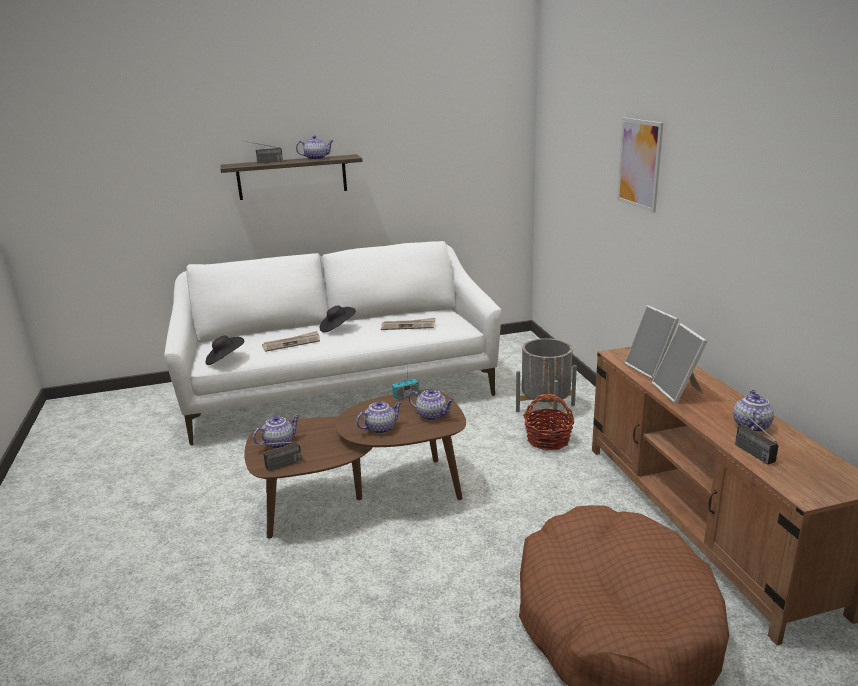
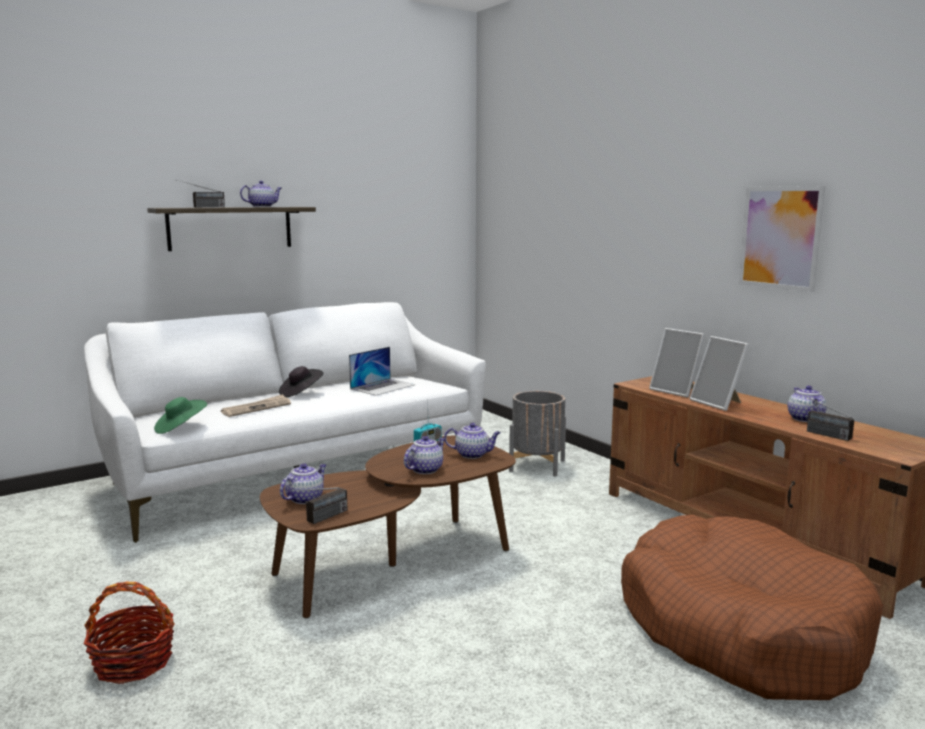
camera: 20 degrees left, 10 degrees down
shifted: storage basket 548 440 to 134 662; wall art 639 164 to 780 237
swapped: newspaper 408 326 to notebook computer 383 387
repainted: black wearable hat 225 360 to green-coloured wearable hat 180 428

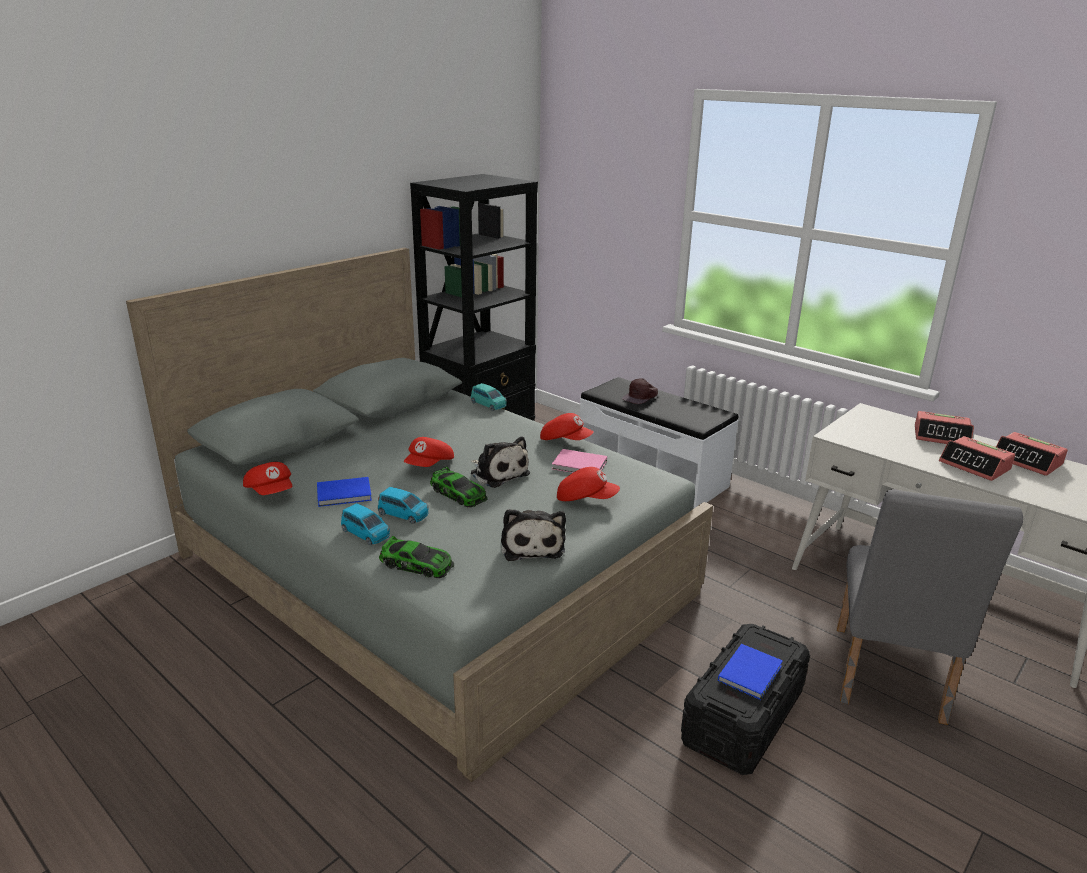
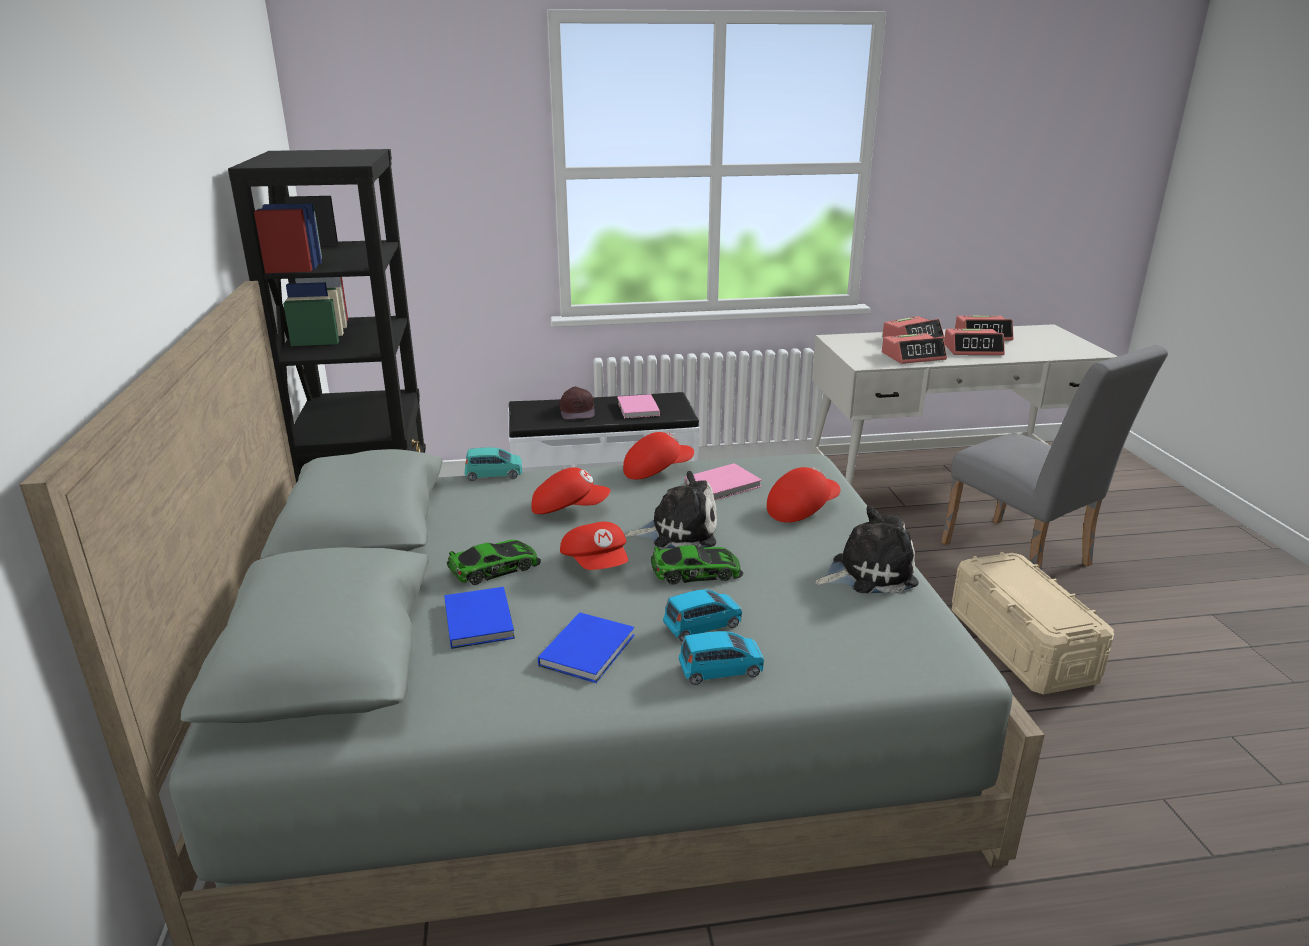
camera: 50 degrees left, 0 degrees up
new: pinkish book 637 409; bedside clock 913 356
shifted: red-coloured baseball cap 271 492 to 569 509; model car 417 564 to 495 568; bluish book 751 673 to 480 619
repainted: black storage container 743 717 to beige storage container 1021 645
rotated: cuddly toy 532 545 = 868 573 45 degrees counterclockwise

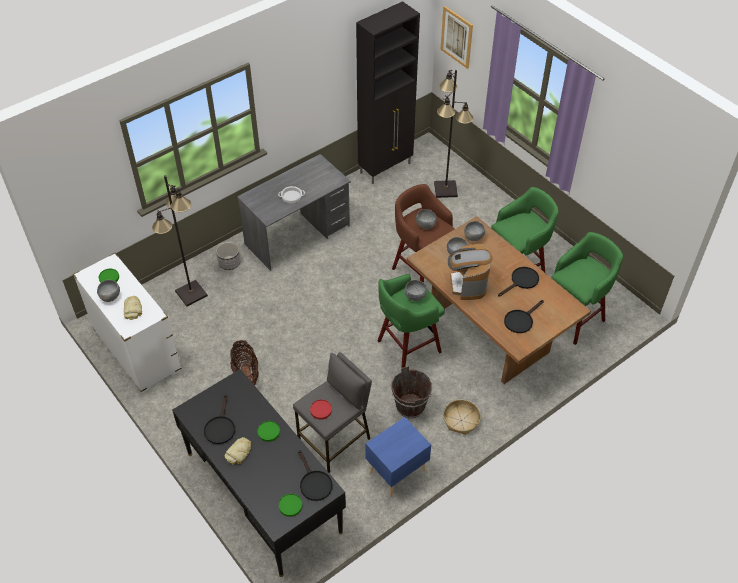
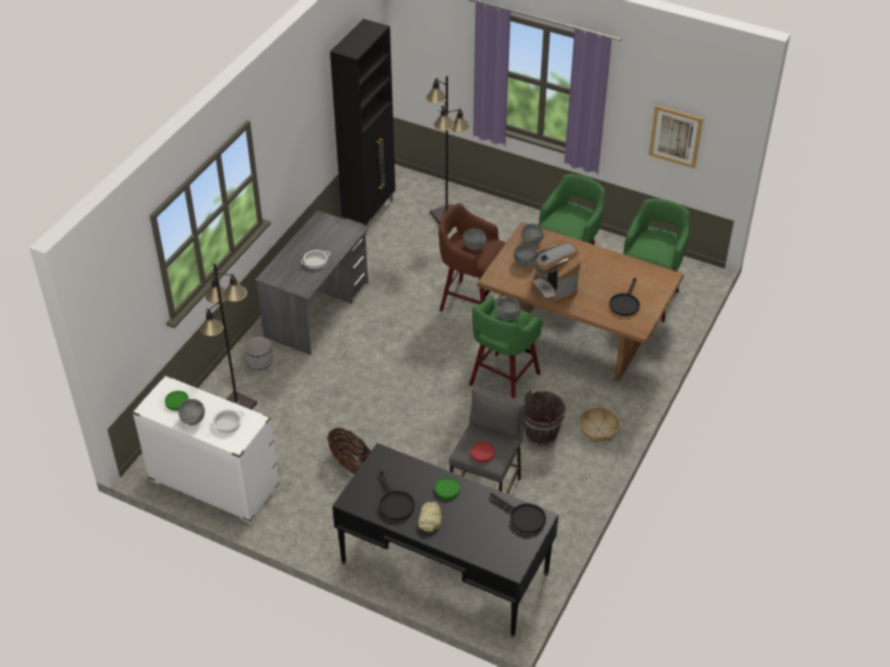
camera: 25 degrees left, 5 degrees down
gone: green-coloured plate 290 505; bluish nightstand 396 472; black frying pan 521 281
shifted: wall art 456 37 to 675 136
swapped: baked bread 133 309 to cooking pot 227 423

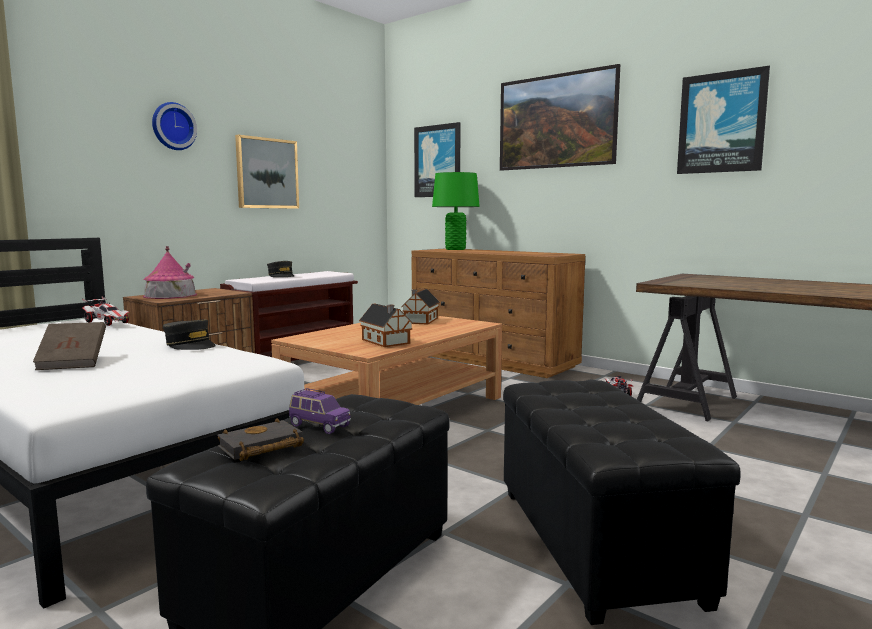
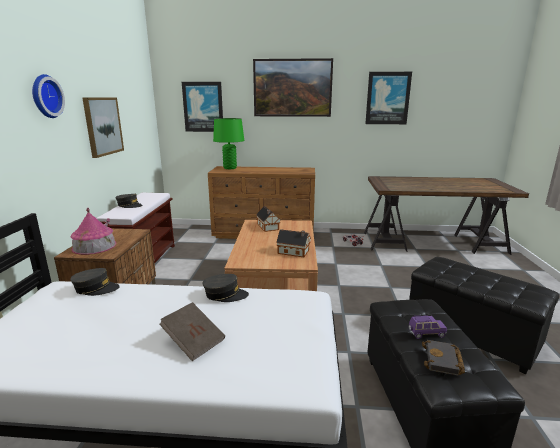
camera: 35 degrees left, 10 degrees up
swapped: model car 107 322 to greyish baseball cap 96 288

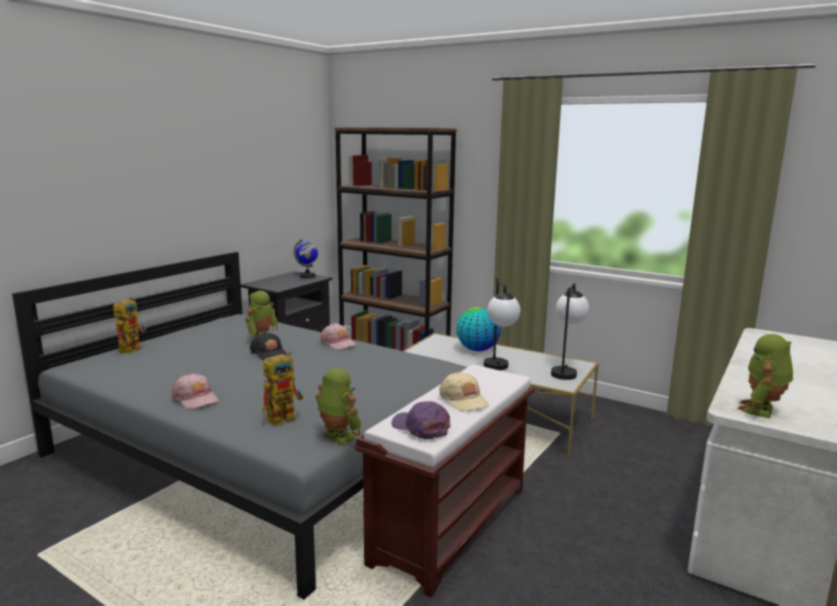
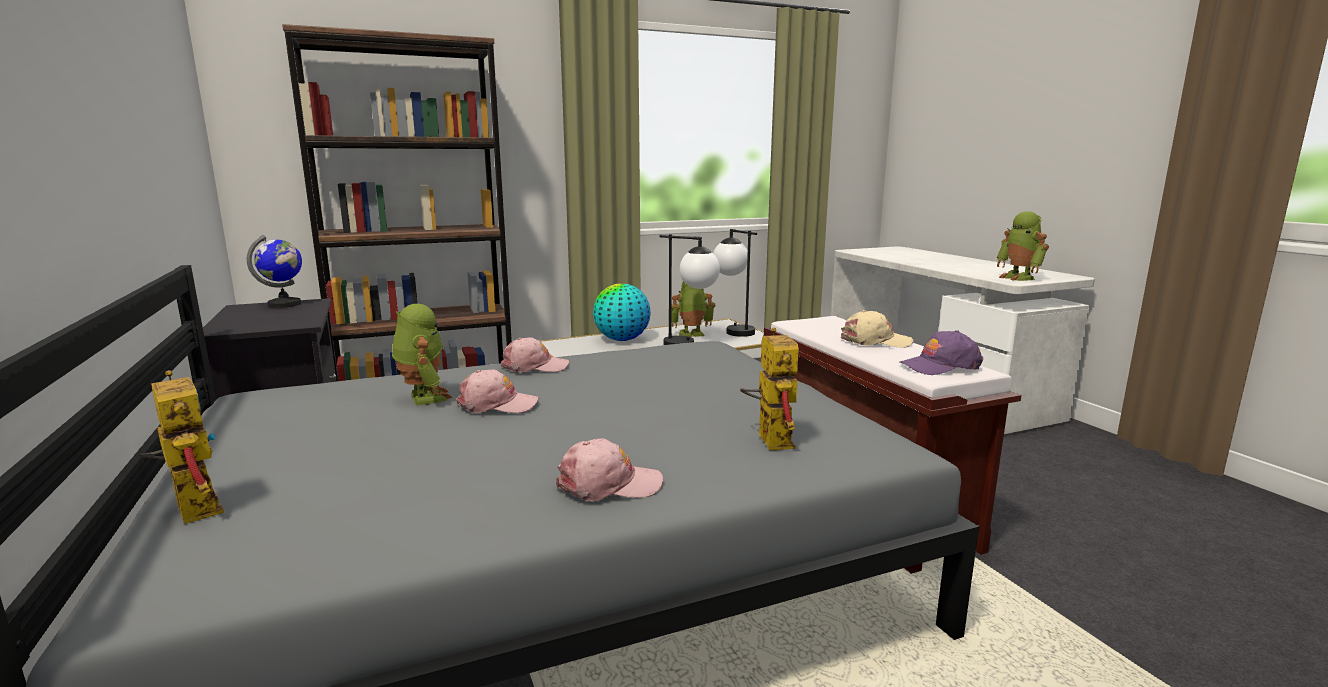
camera: 55 degrees left, 0 degrees up
shifted: robot figure 337 437 to 691 335
repainted: black baseball cap 269 353 to pinkish baseball cap 497 404

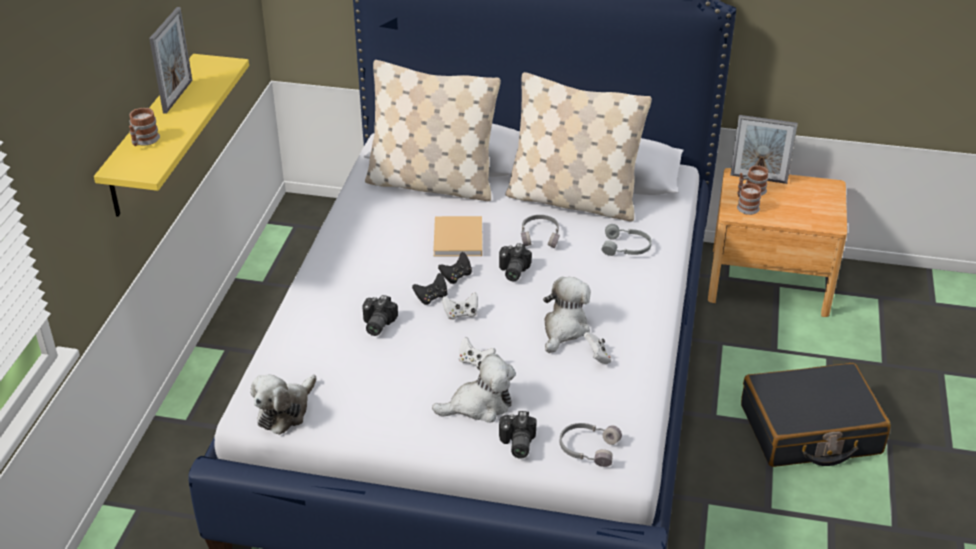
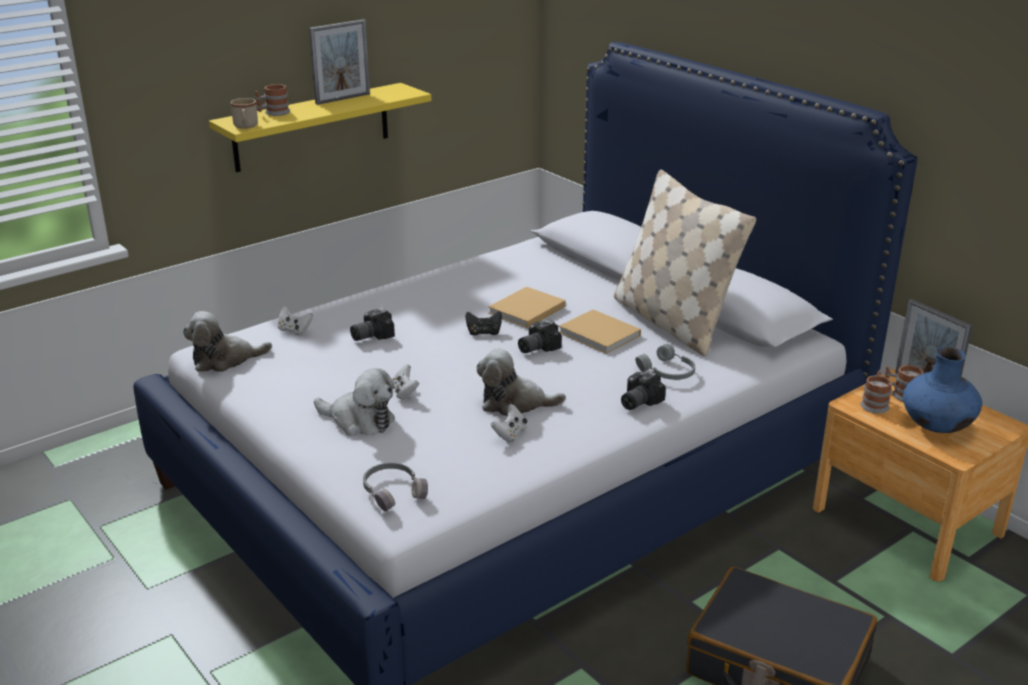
camera: 40 degrees right, 10 degrees down
gone: beige throw pillow 431 183; black game controller 431 297
new: beige mug 245 126; bluish flower vase 936 426
shifted: white-coloured game controller 461 314 to 294 330; still camera 516 444 to 637 402
swapped: greyish headset 540 236 to beige book 601 335
rotated: cuddly toy 564 329 = 514 403 150 degrees counterclockwise

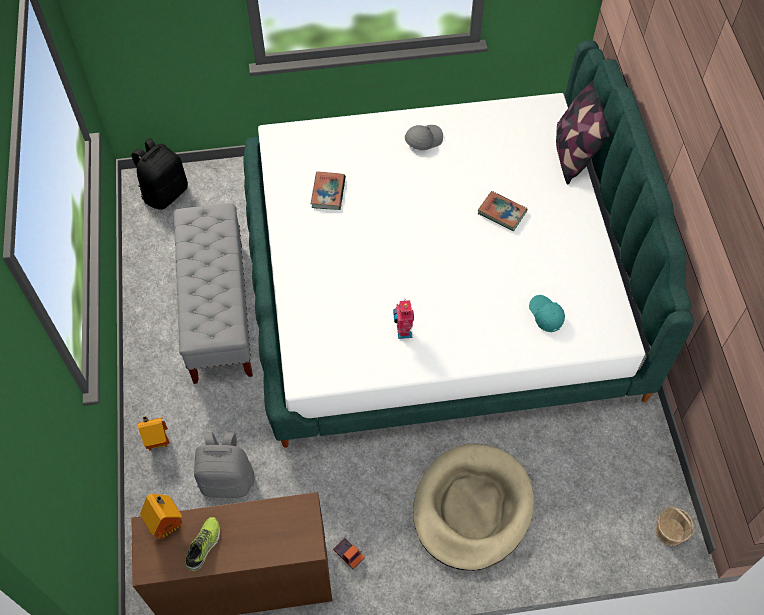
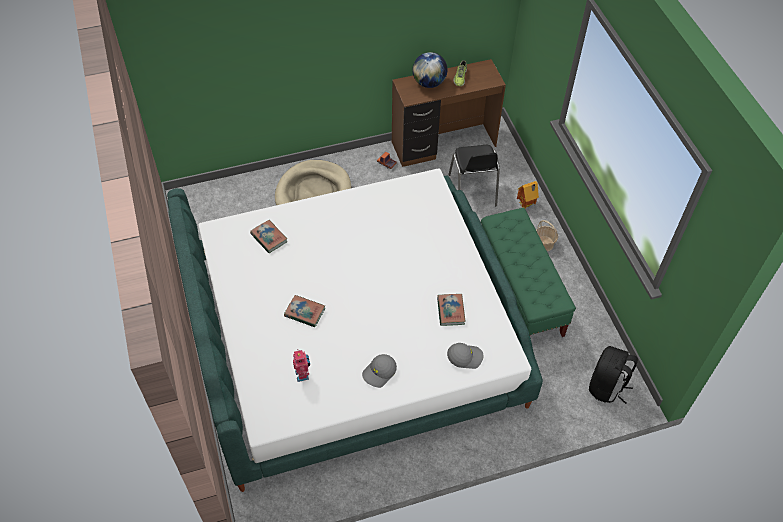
camera: 170 degrees right, 5 degrees down
gone: toy house 168 525; throw pillow 573 153
new: globe 429 83; greyish baseball cap 465 357
shifted: robot figure 403 331 to 303 374; storage basket 669 531 to 544 244
swapped: greyish rucksack 228 479 to black chair 472 191; turquoise baseball cap 545 316 to book 269 238
repainted: greyish bench 218 312 to green-coloured bench 519 292

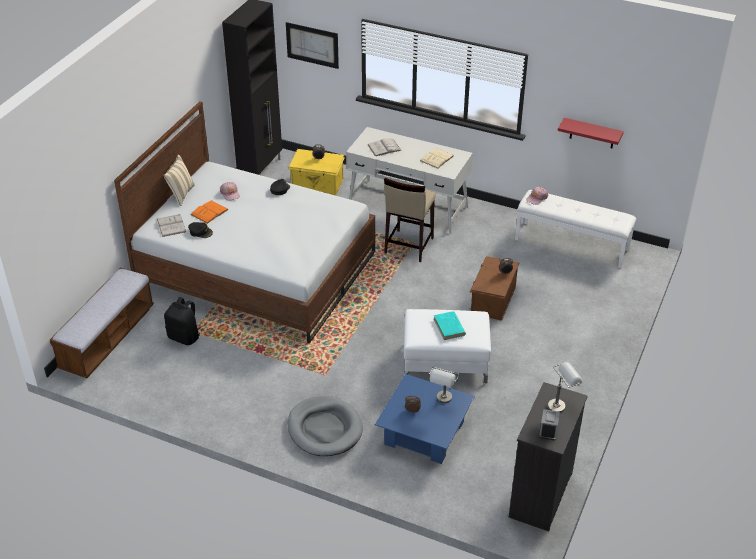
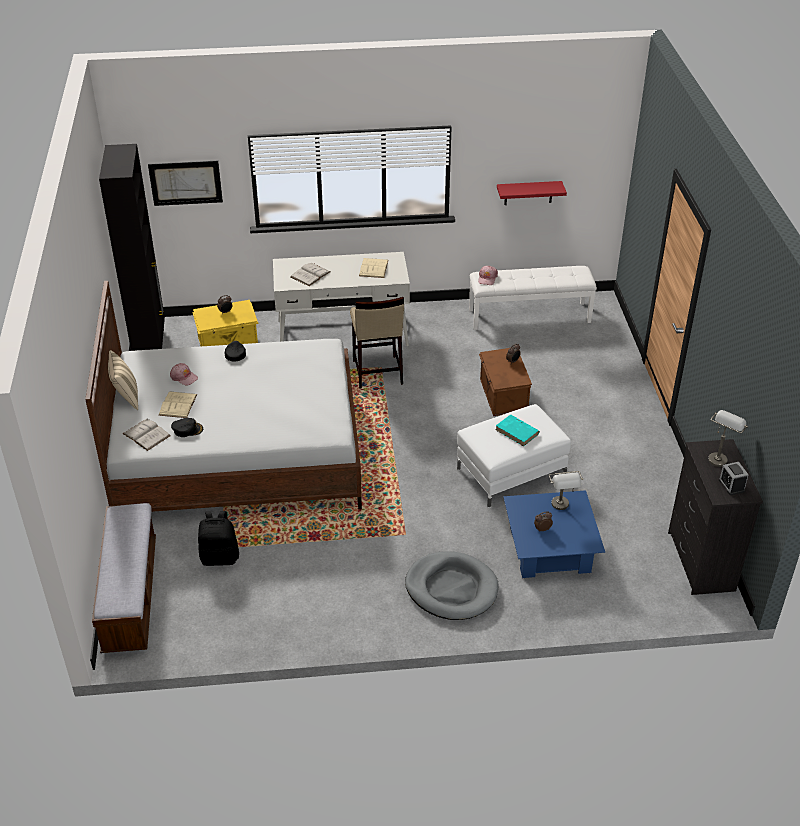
camera: 30 degrees left, 0 degrees up
repainted: orangey book 209 212 to beige book 178 405

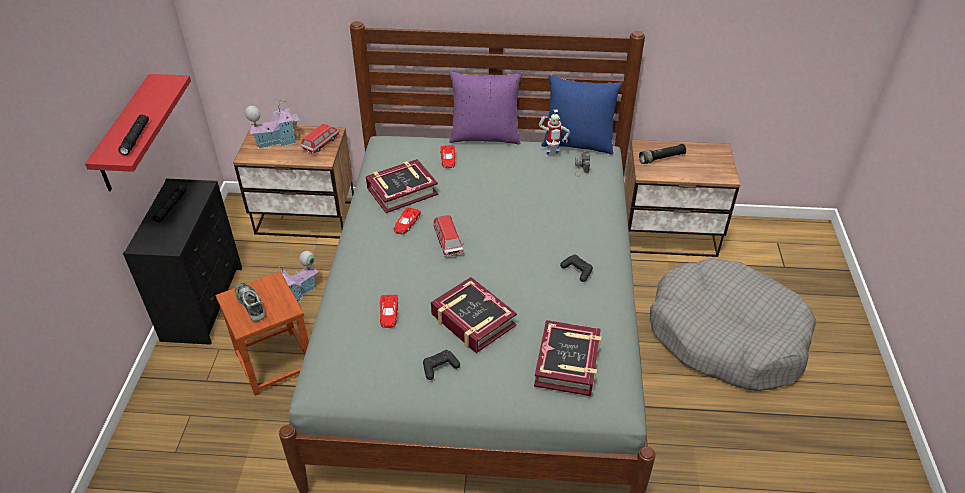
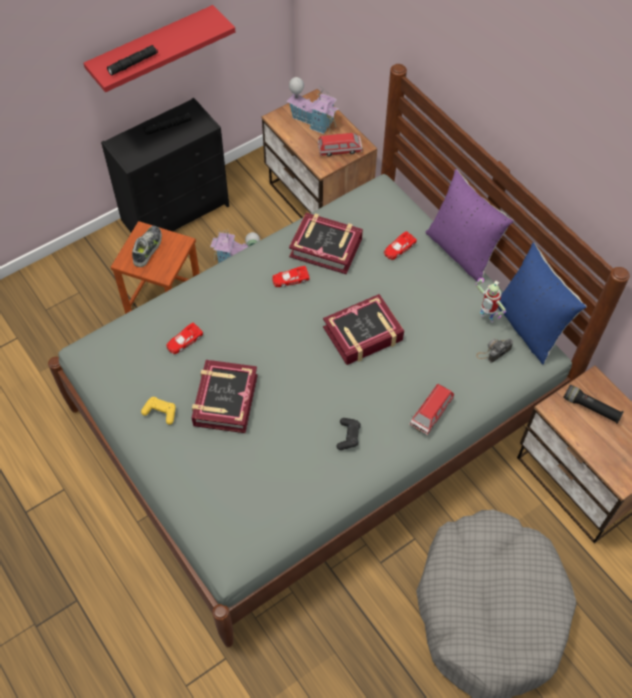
camera: 50 degrees right, 15 degrees up
shifted: model car 448 242 to 431 413; book 568 363 to 363 334
repainted: black game controller 440 367 to yellowish game controller 160 412

